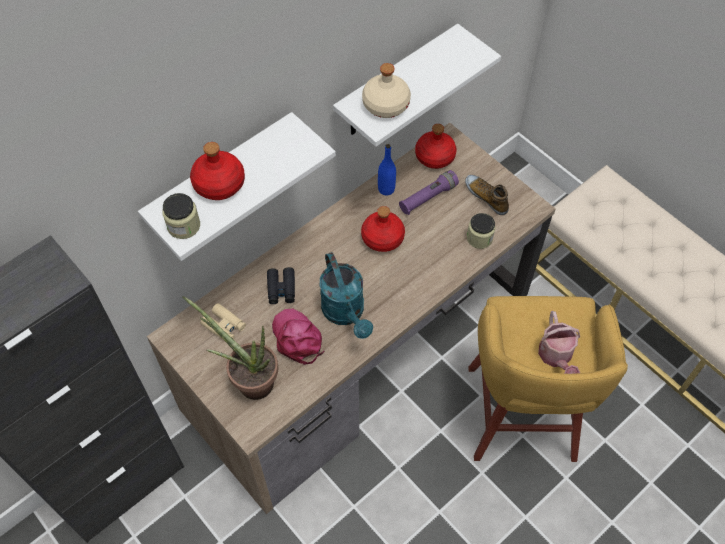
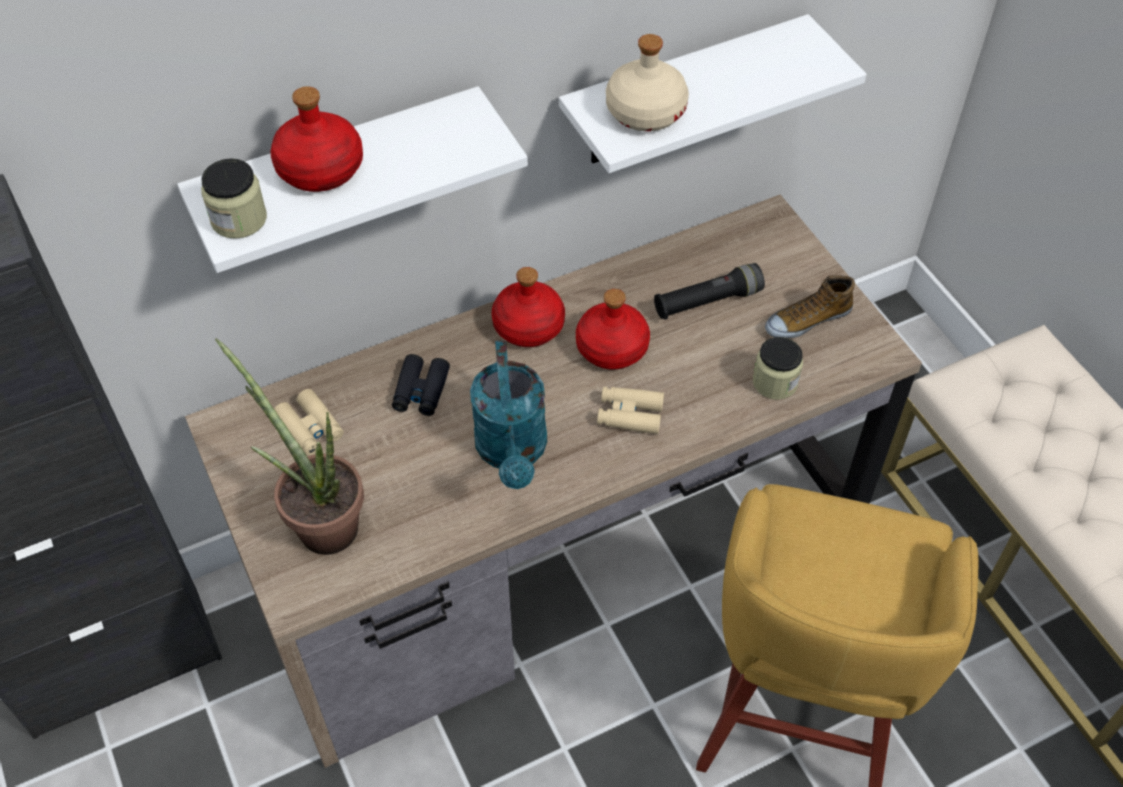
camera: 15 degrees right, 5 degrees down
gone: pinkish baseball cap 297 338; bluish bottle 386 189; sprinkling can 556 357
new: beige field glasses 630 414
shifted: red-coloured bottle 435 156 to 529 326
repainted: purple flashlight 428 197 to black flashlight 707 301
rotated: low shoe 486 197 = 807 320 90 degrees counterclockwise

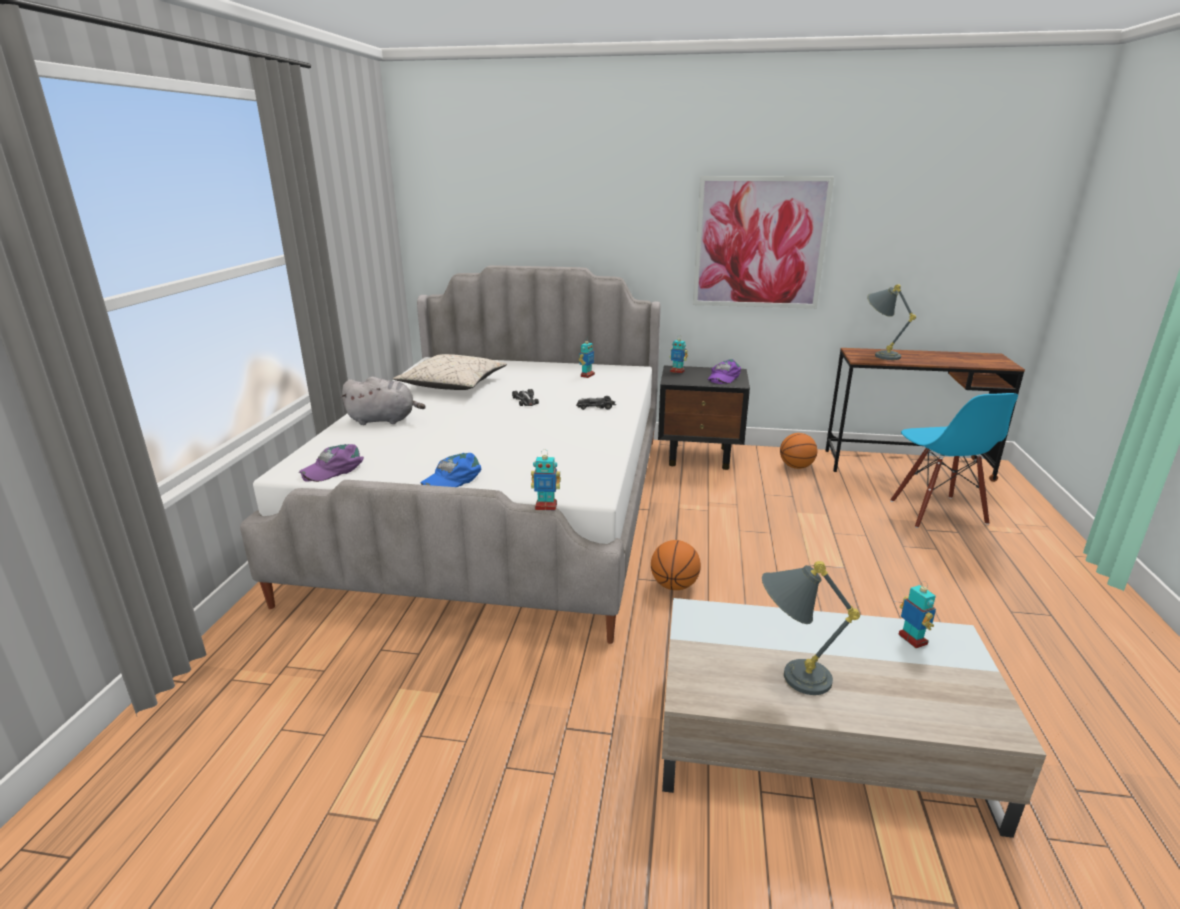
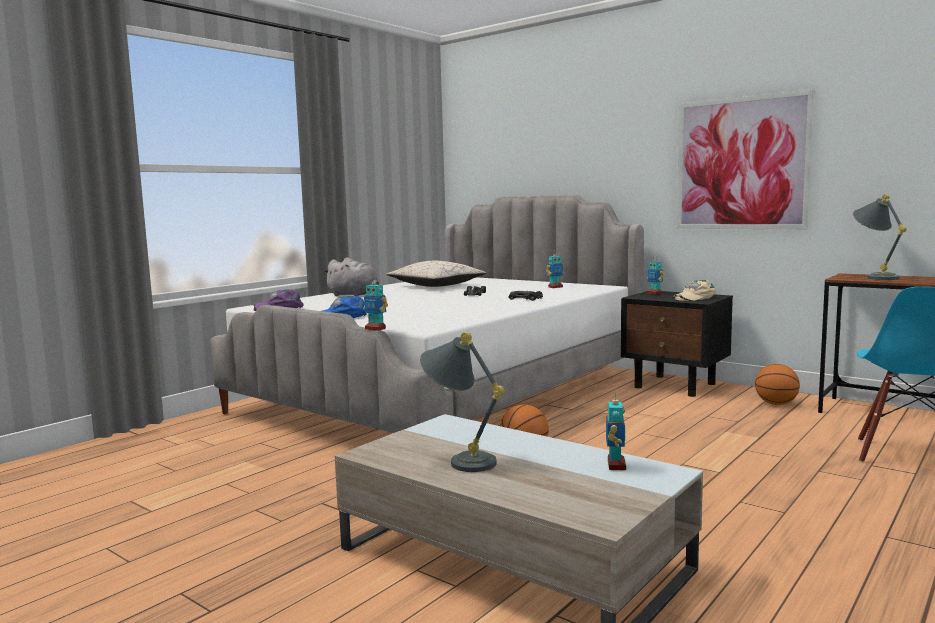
camera: 30 degrees right, 15 degrees down
repainted: purple baseball cap 723 377 to beige baseball cap 694 297

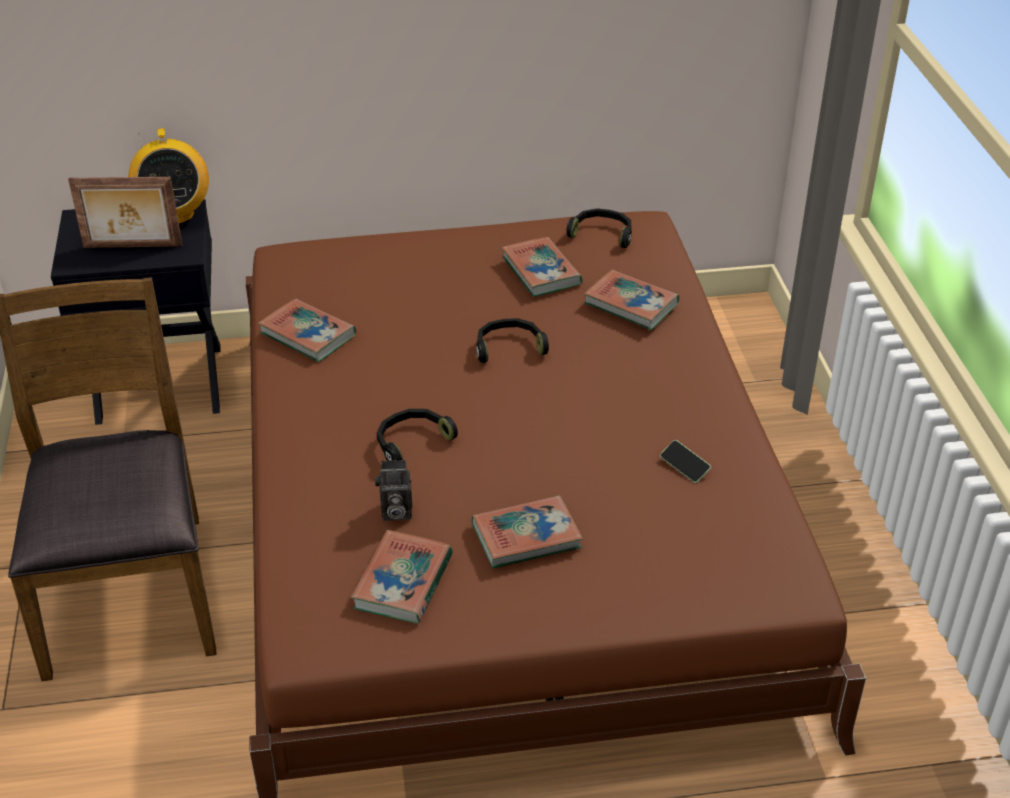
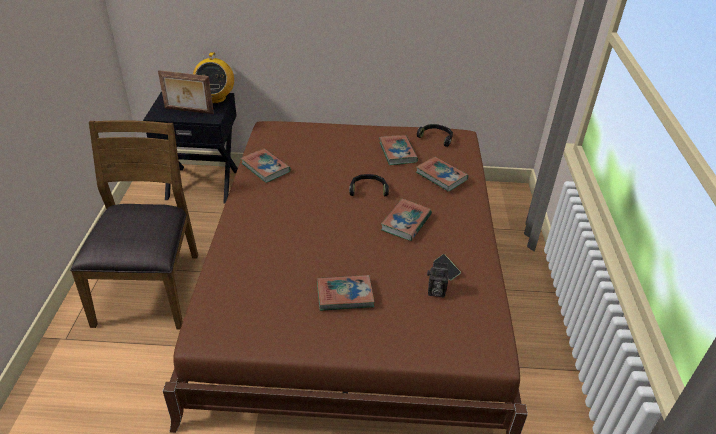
camera: 10 degrees right, 0 degrees up
gone: black headset 411 441
shifted: book 403 582 to 406 222; still camera 394 512 to 435 291

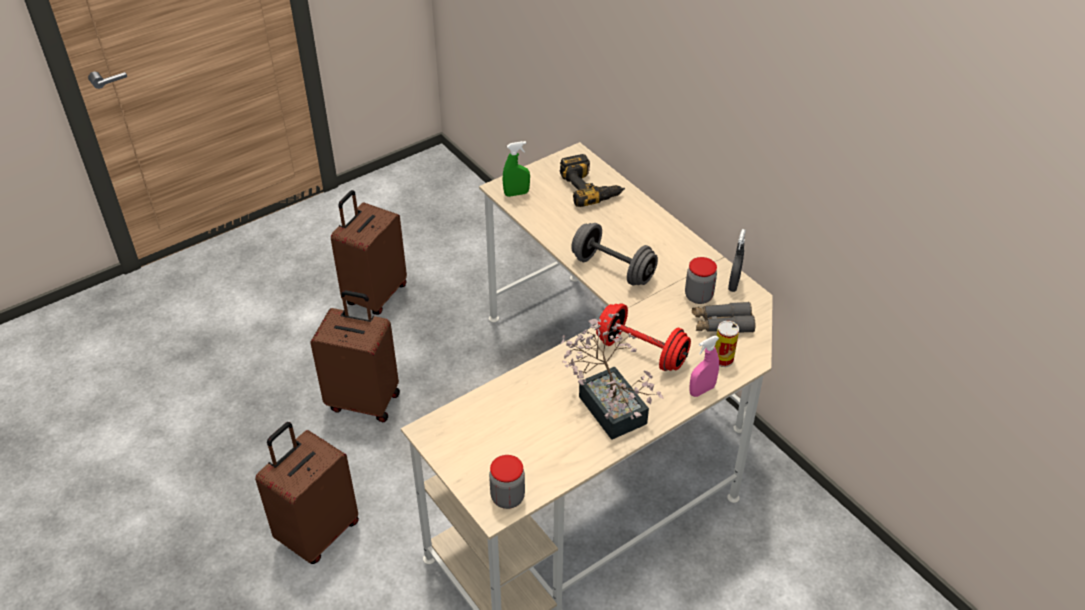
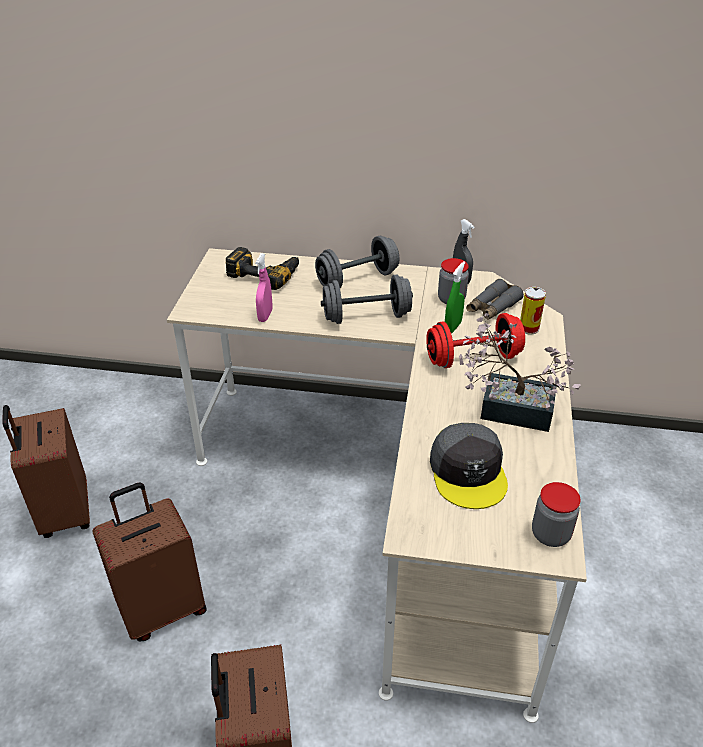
camera: 45 degrees left, 5 degrees down
new: greyish hand weight 357 279; greyish baseball cap 468 472
shifted: green-coloured spray bottle 516 193 to 452 327; pinkish spray bottle 702 390 to 265 316

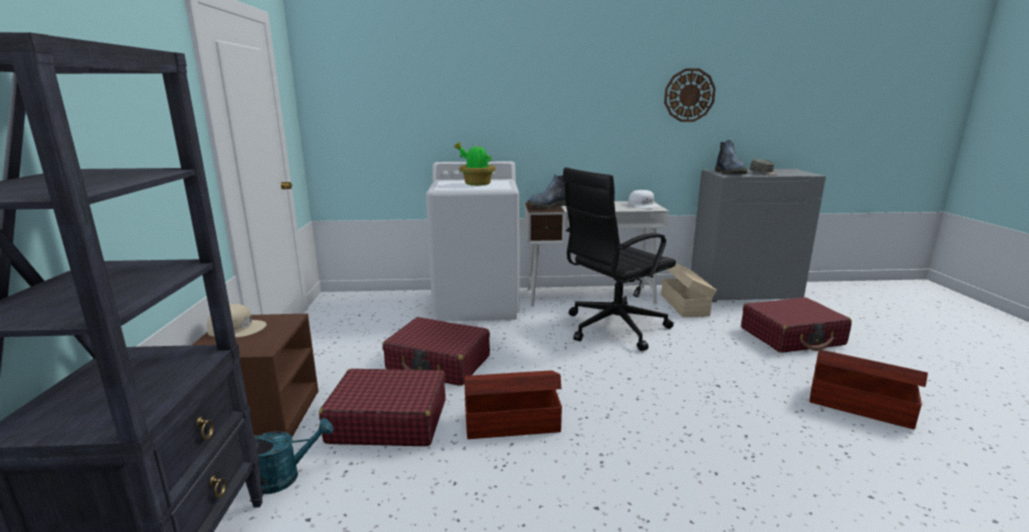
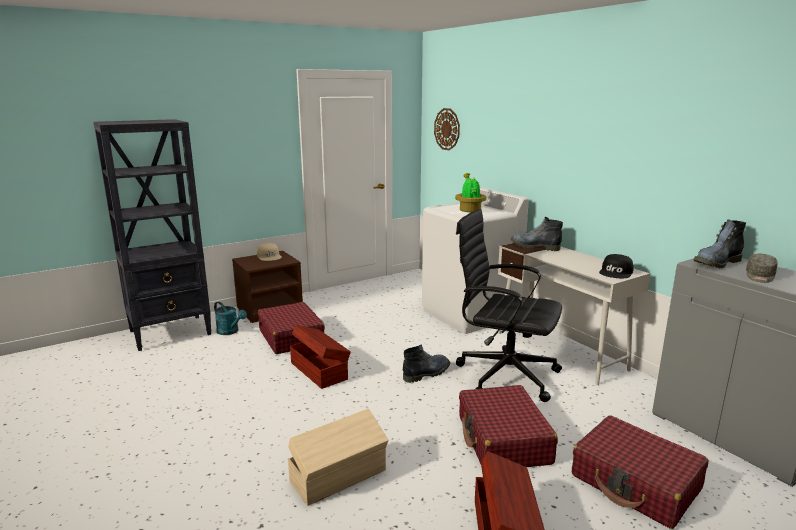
camera: 60 degrees right, 0 degrees up
new: boot 427 373
shifted: red-coloured suitcase 439 363 to 503 440; beige storage container 685 304 to 339 476; hanging clock 689 95 to 447 129
repainted: white-coloured baseball cap 643 205 to black baseball cap 616 272

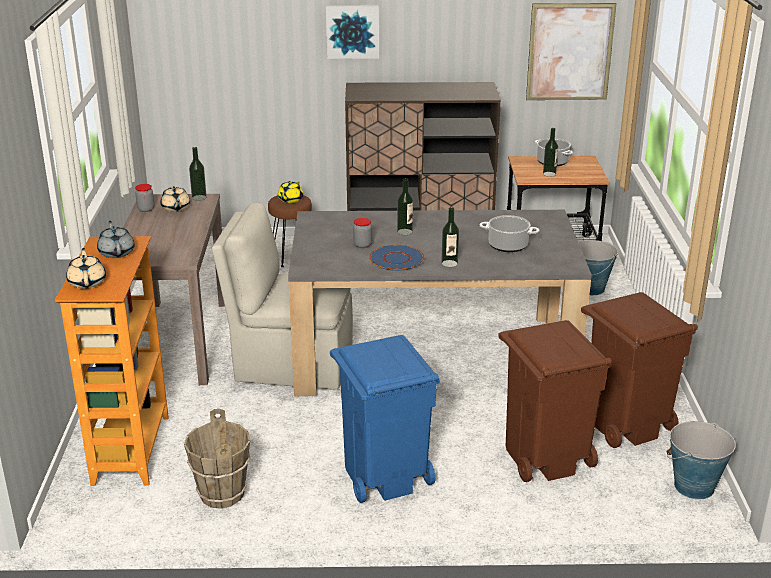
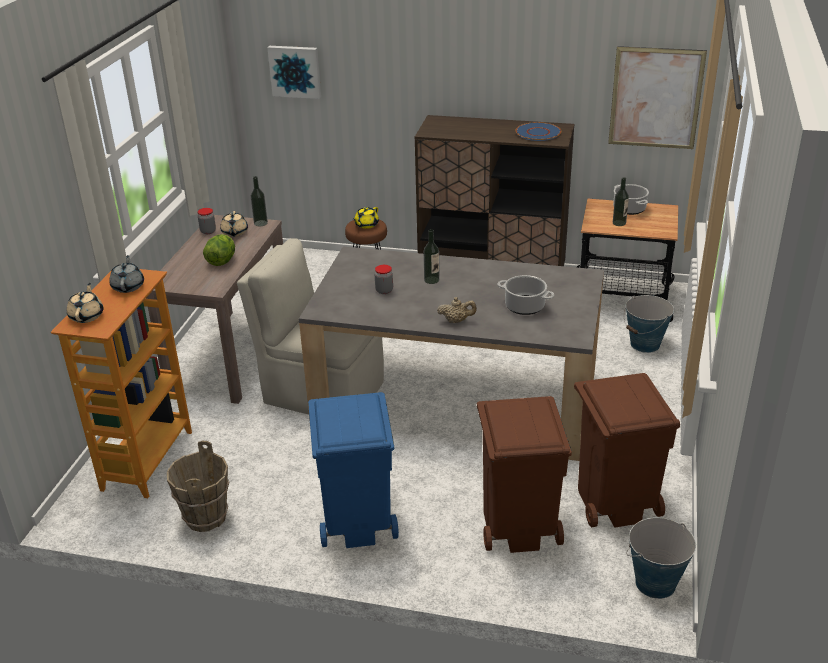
camera: 15 degrees right, 5 degrees up
new: lettuce 221 261
shifted: wall art 352 31 to 295 71; bluish plate 397 259 to 538 133
swapped: bottle 449 263 to beige teapot 456 321

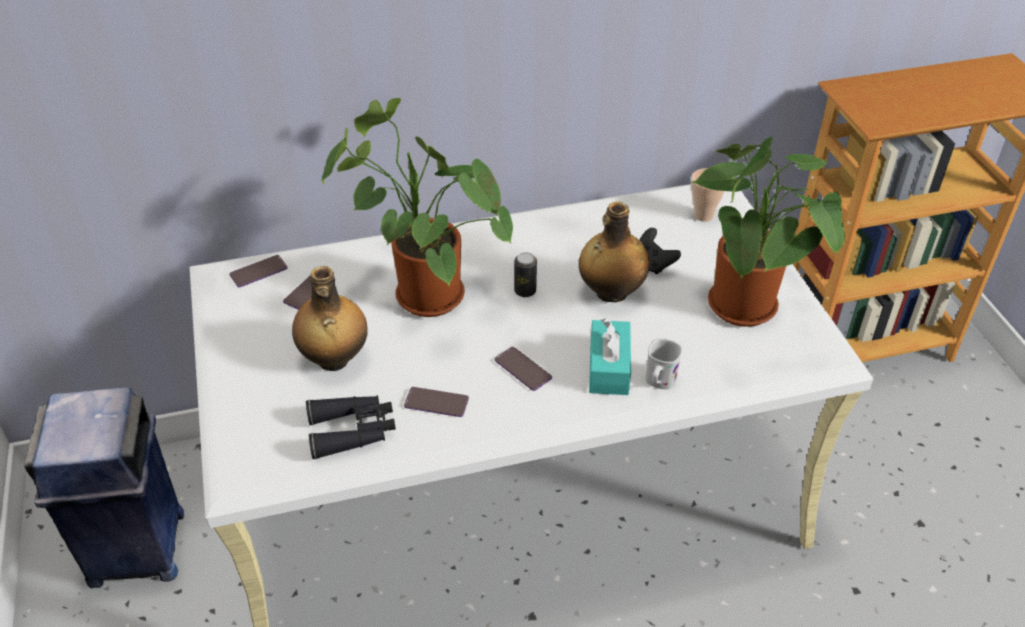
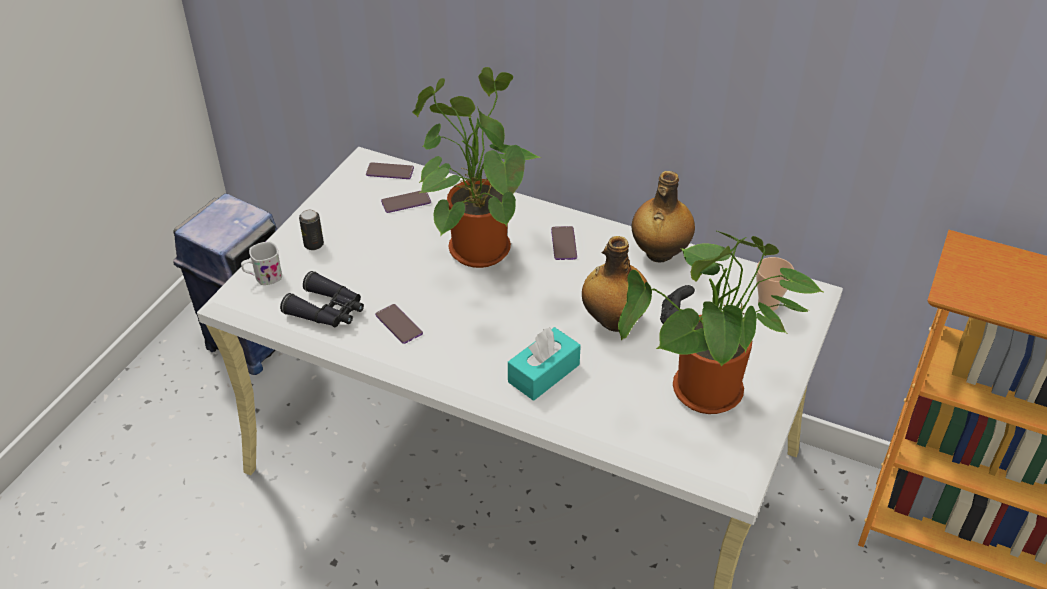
camera: 40 degrees right, 0 degrees up
shifted: bottle 334 360 to 659 254; handset 523 369 to 564 244; metal can 525 291 to 313 244; white-coloured mug 659 382 to 263 277

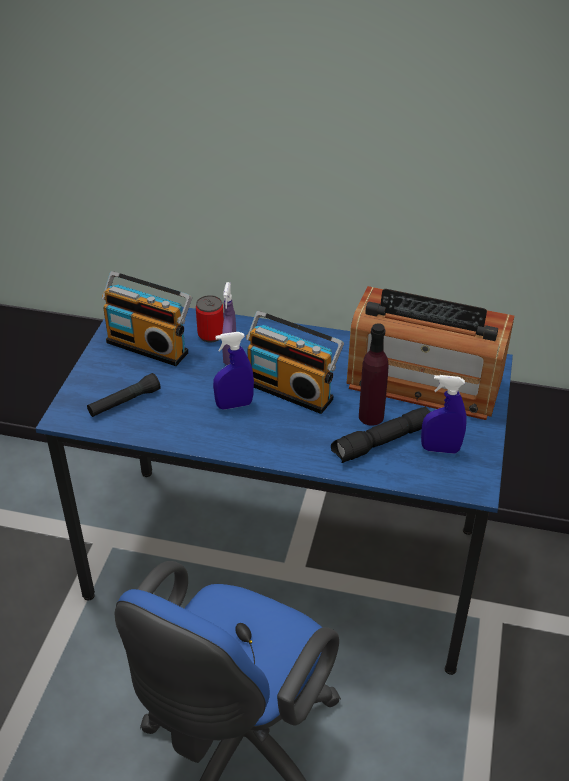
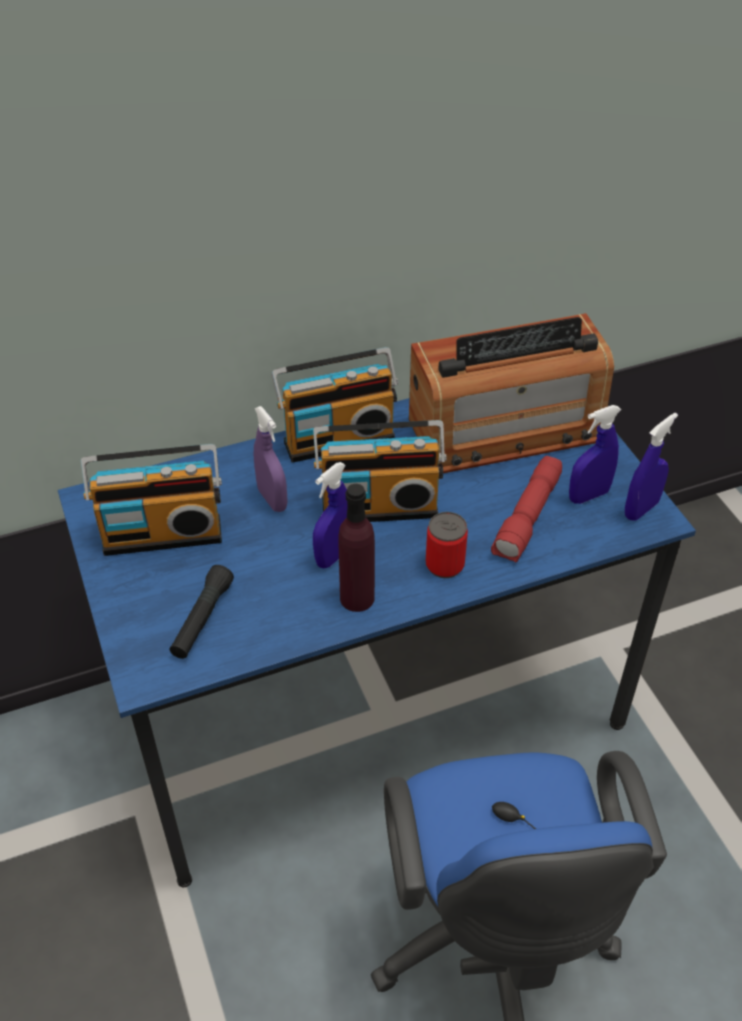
camera: 35 degrees left, 5 degrees up
new: radio 338 438; bluish spray bottle 641 509
shifted: metal can 211 335 to 444 565; purple bottle 371 416 to 357 598
repainted: black flashlight 382 443 to red-coloured flashlight 528 518

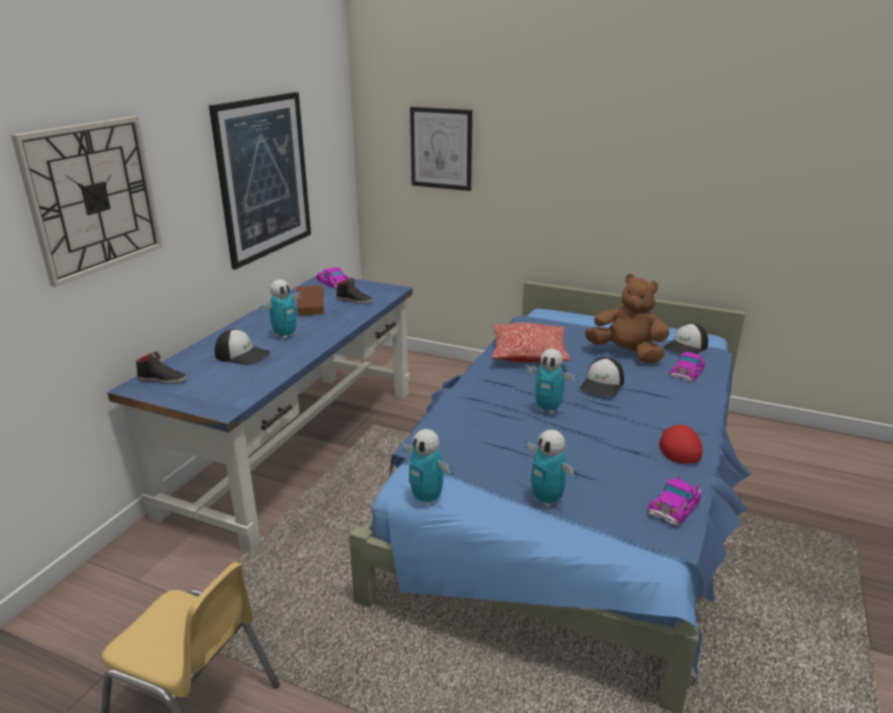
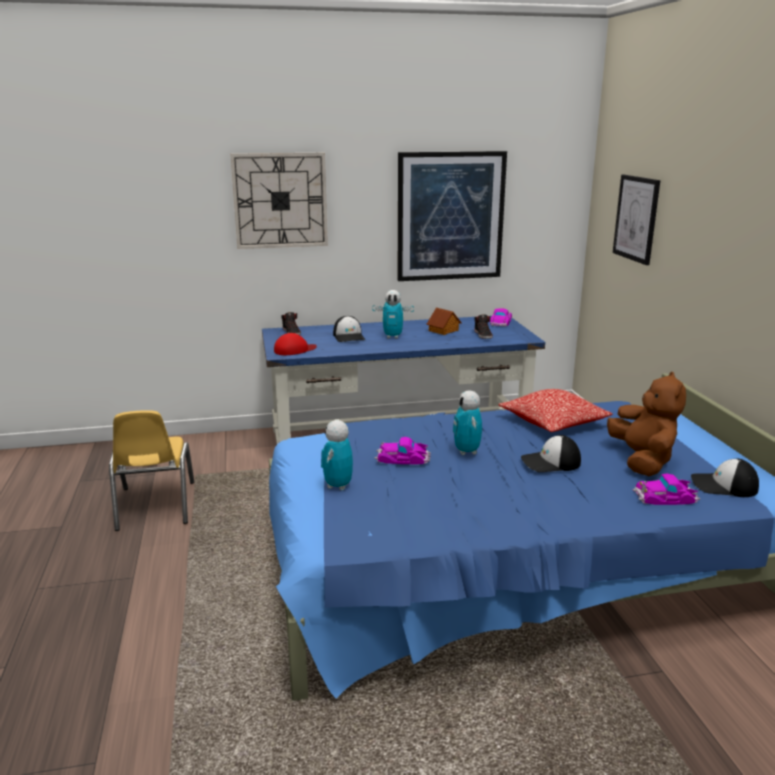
camera: 55 degrees right, 5 degrees down
gone: robot figure 427 498
shifted: model car 675 504 to 402 458; red-coloured baseball cap 679 447 to 294 350

